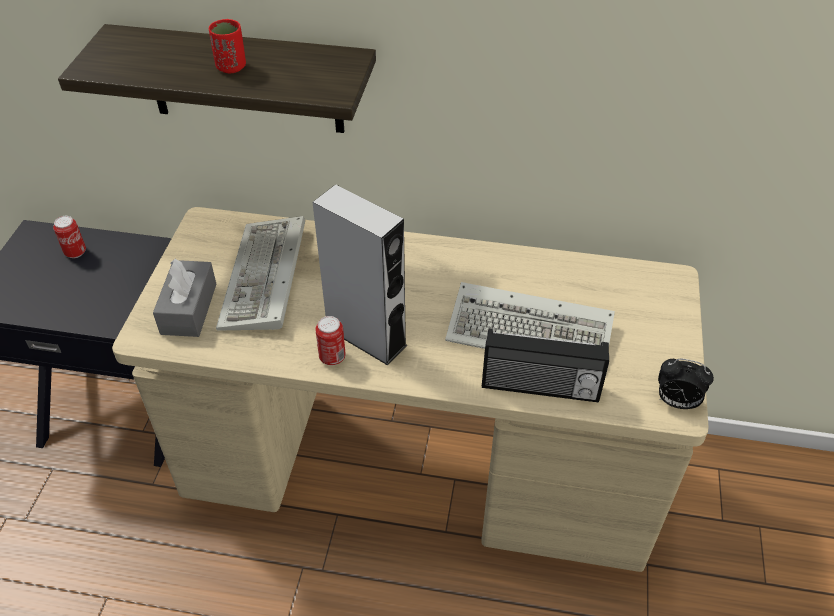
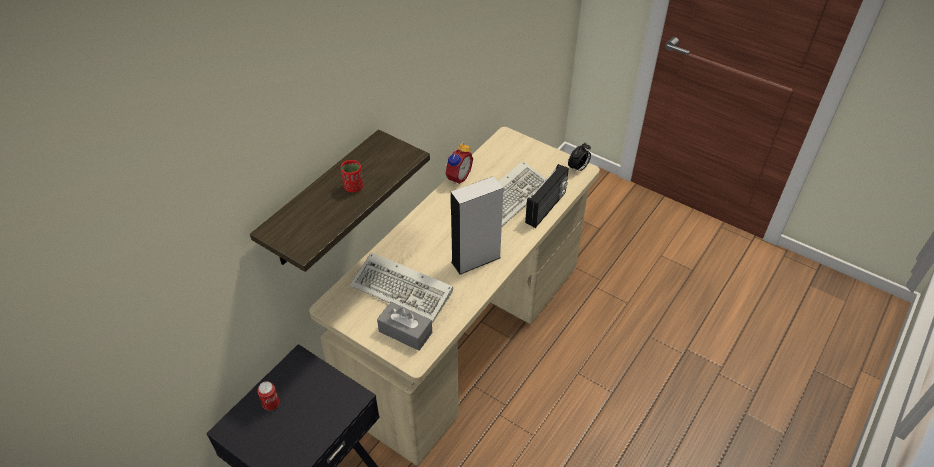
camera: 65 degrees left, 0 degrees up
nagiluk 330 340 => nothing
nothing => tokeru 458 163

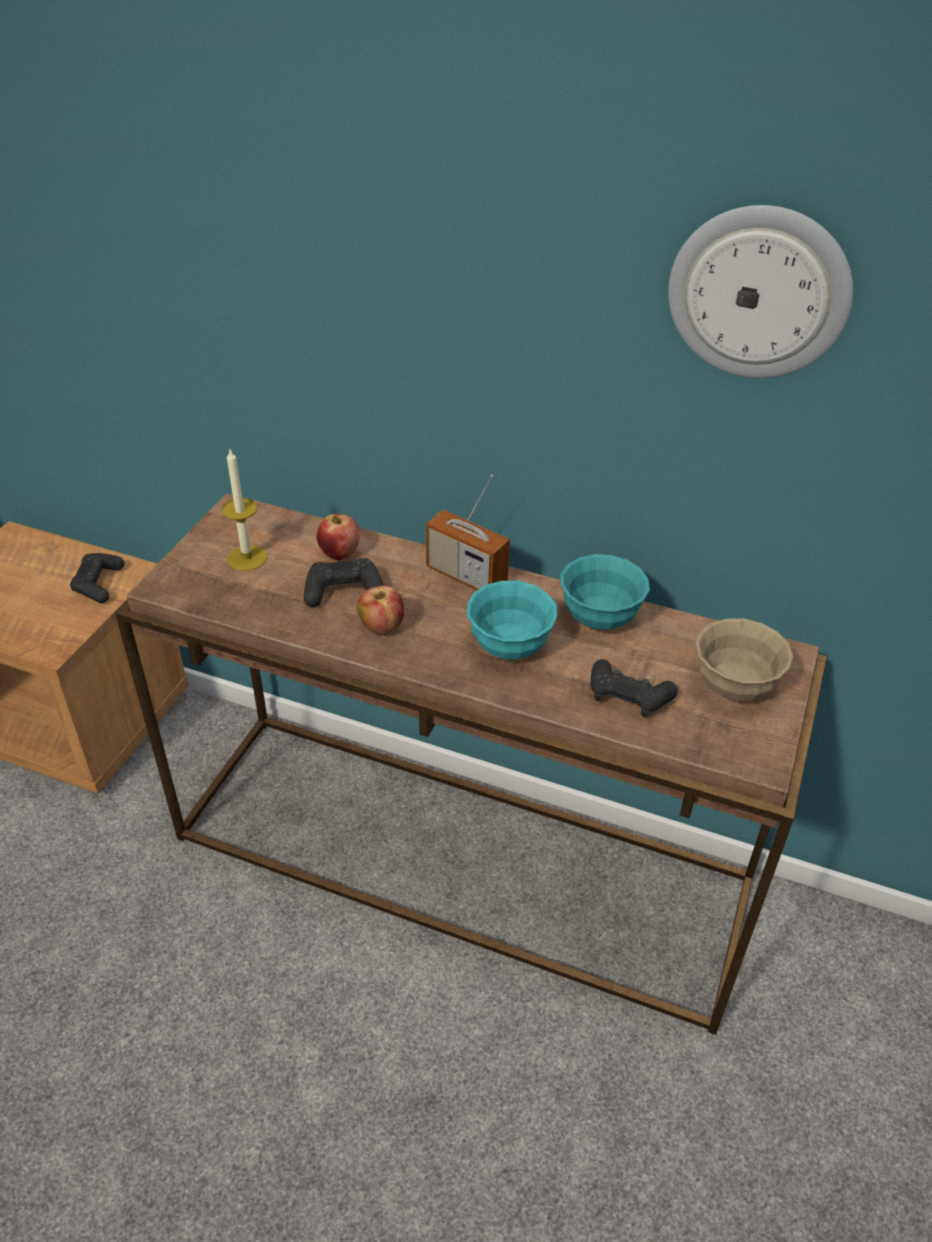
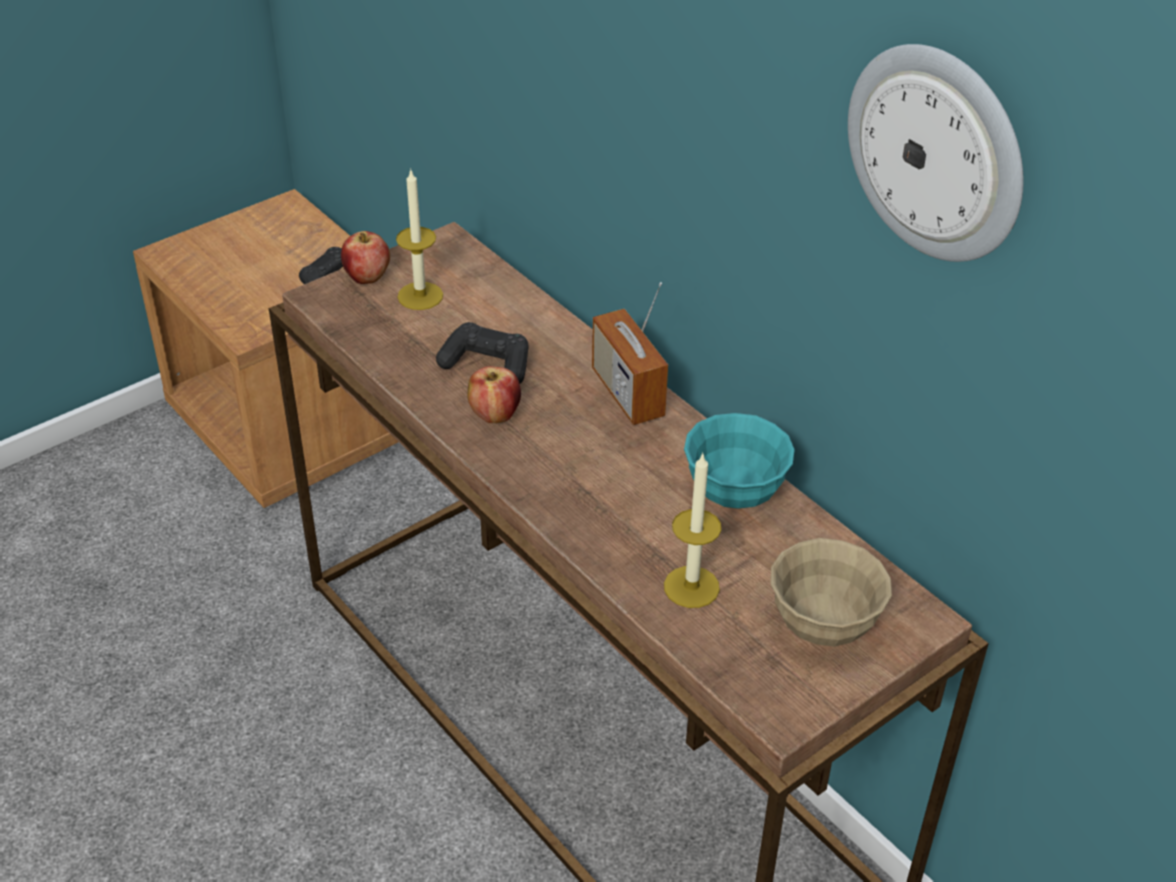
camera: 30 degrees right, 0 degrees up
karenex 338 537 => karenex 365 257, move
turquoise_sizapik 512 620 => nothing
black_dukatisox 634 688 => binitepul 692 530

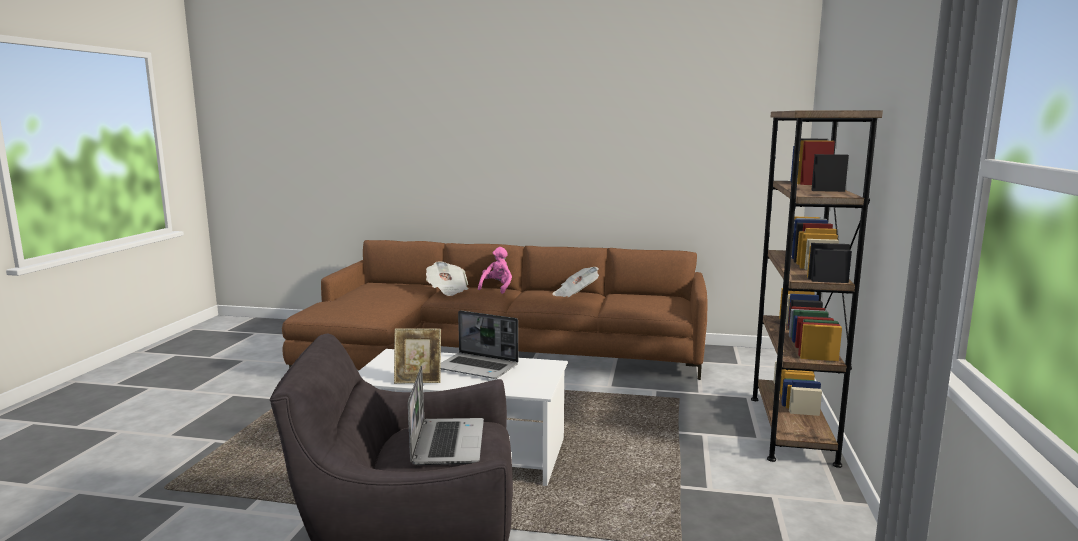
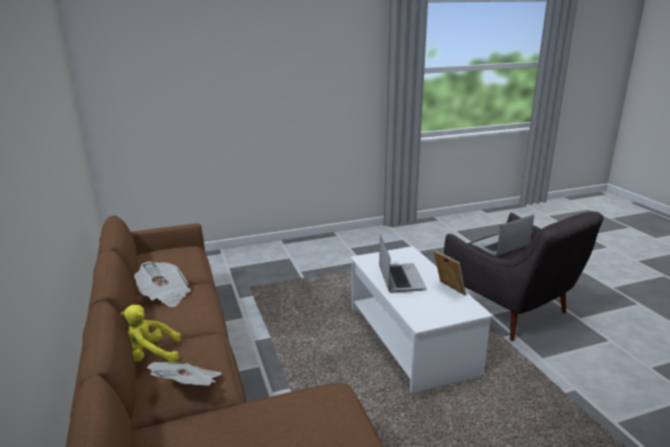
camera: 120 degrees left, 10 degrees up
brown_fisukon 817 289 => nothing
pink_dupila 495 270 => yellow_dupila 151 333

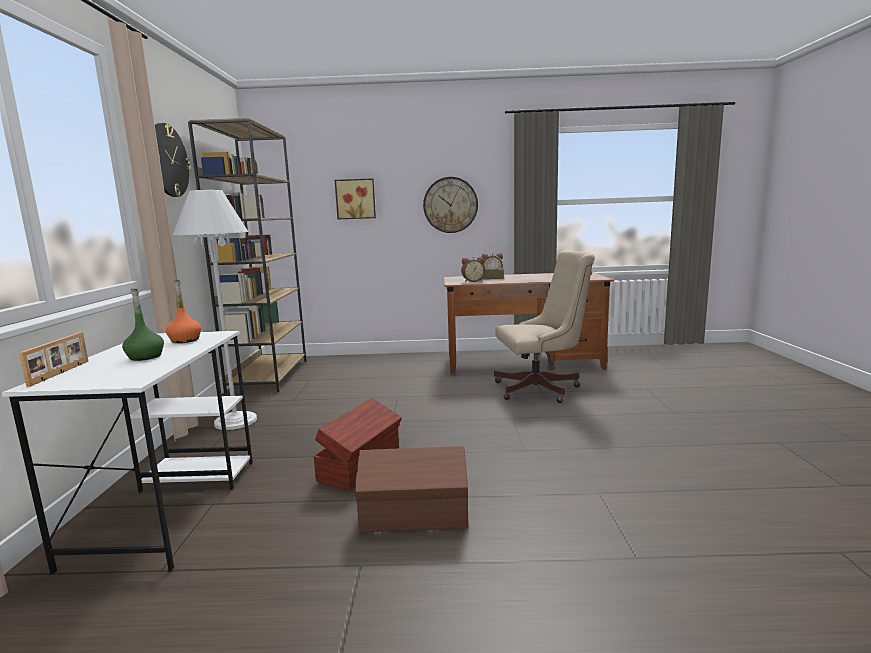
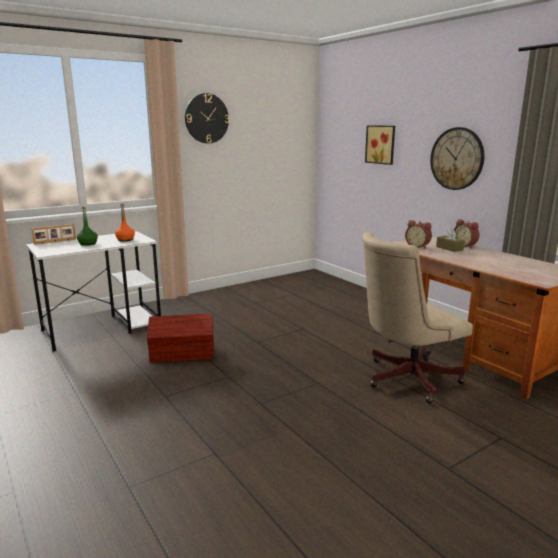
camera: 55 degrees right, 5 degrees up
brown_fisukon 247 256 => nothing
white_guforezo 215 310 => nothing
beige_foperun 544 327 => beige_foperun 417 317, 105 degrees clockwise
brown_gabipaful 411 489 => nothing

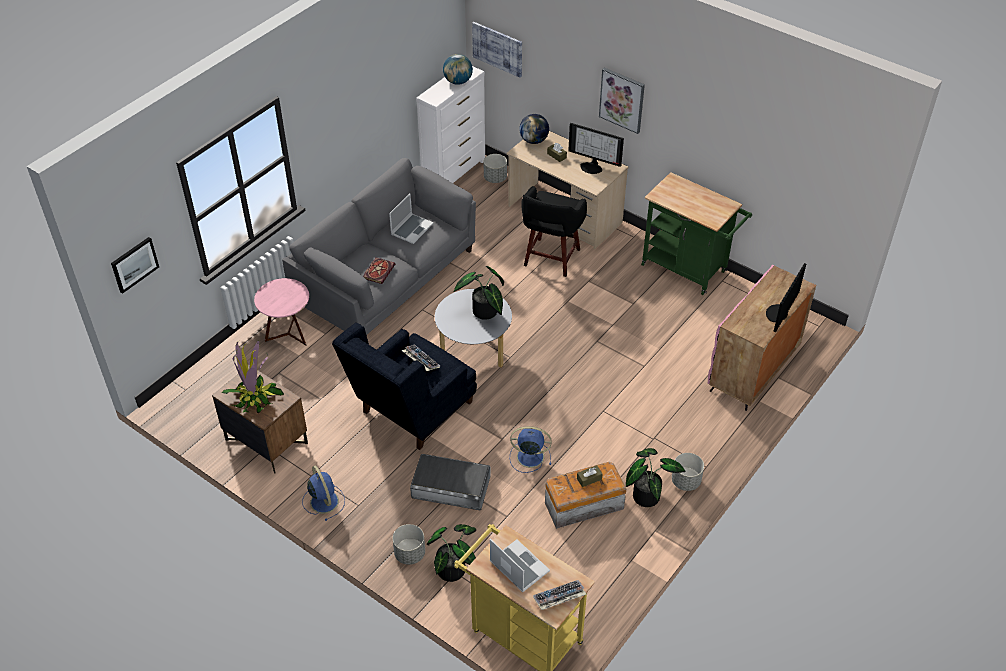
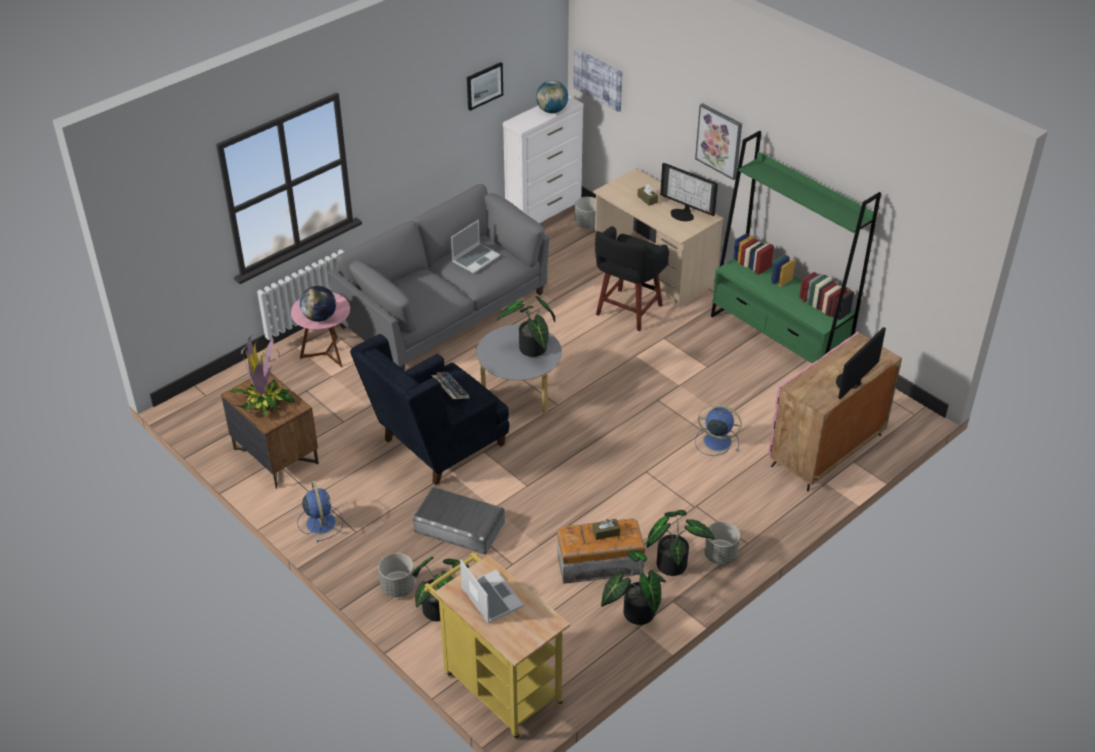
camera: 10 degrees right, 5 degrees down
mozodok 534 129 => mozodok 318 304, move
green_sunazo 696 233 => green_fisukon 796 247
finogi 135 265 => finogi 485 86, move
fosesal 379 270 => nothing
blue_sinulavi 531 449 => blue_sinulavi 718 430, move
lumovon 560 595 => nothing
nothing => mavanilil 633 587

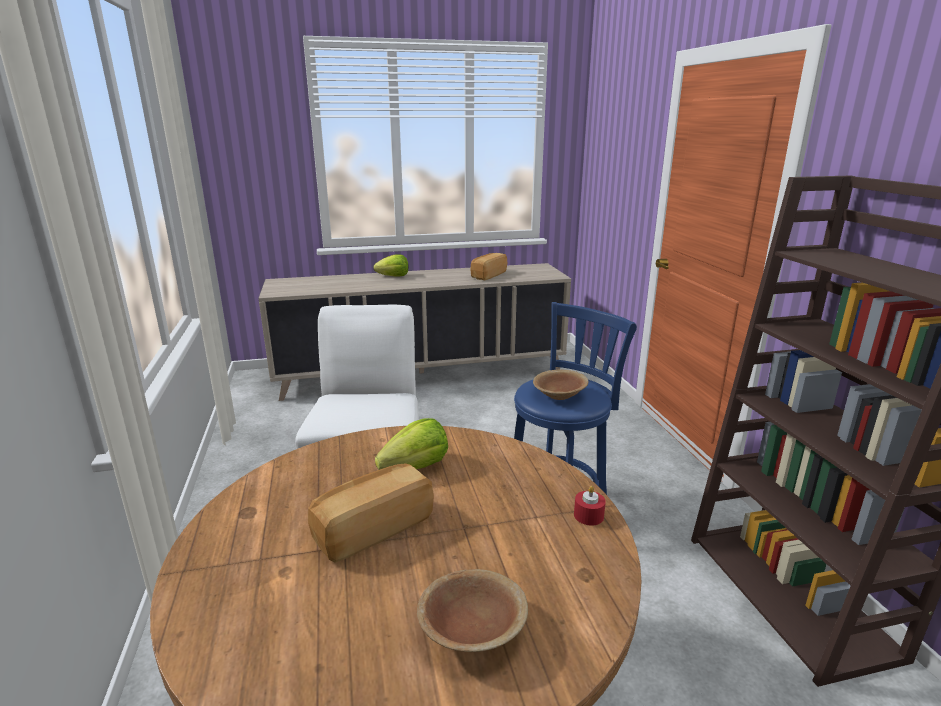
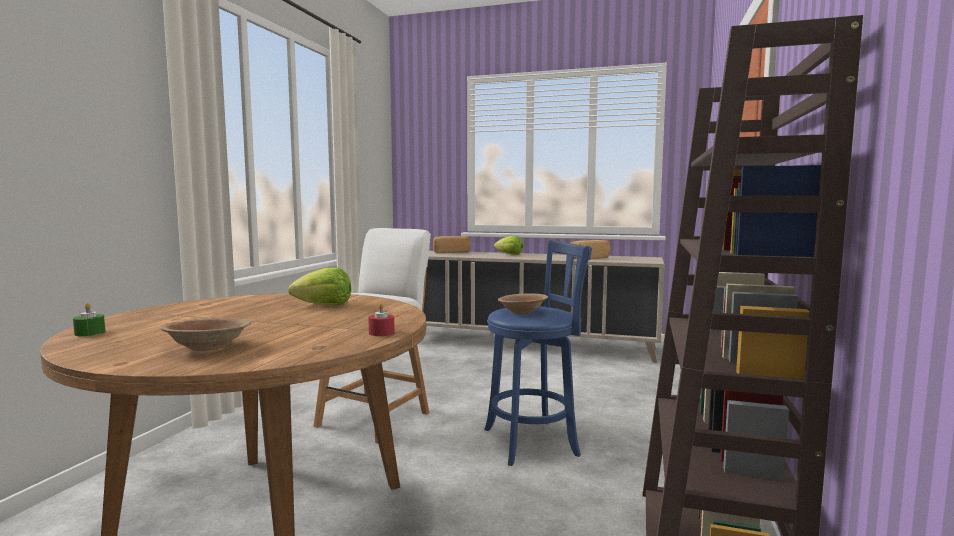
camera: 30 degrees right, 15 degrees down
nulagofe 371 513 => nulagofe 452 244, move
nothing => green_binitepul 89 319

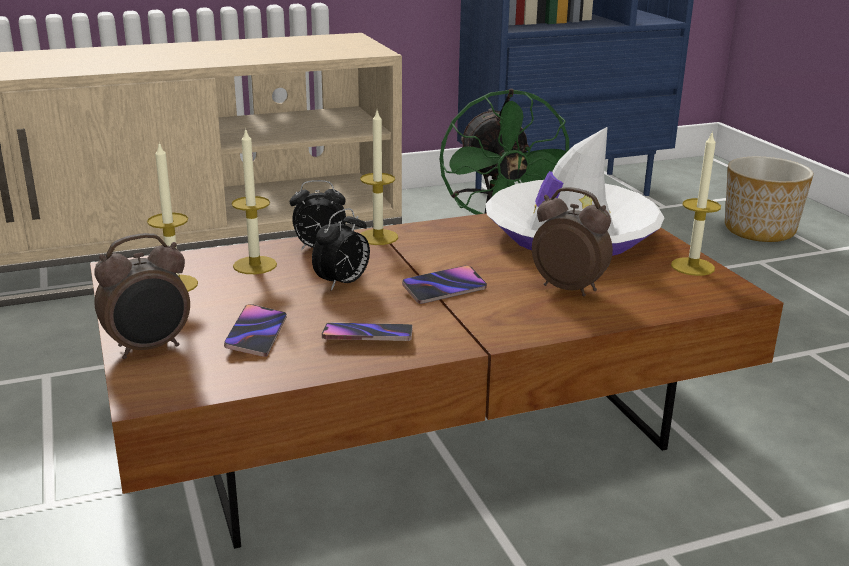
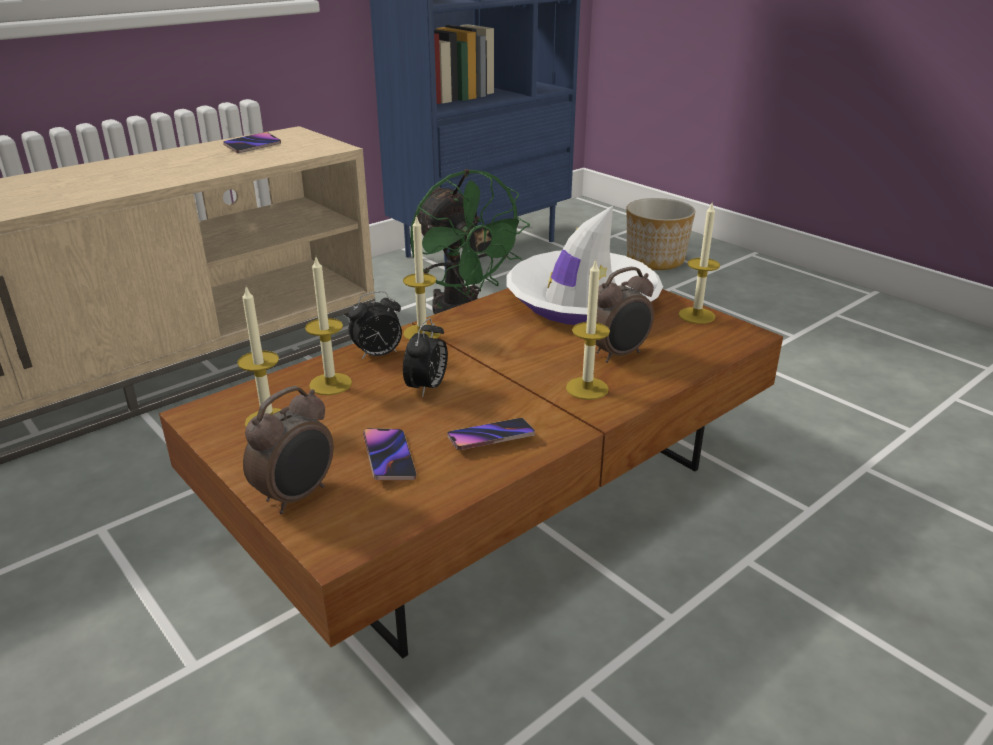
camera: 20 degrees left, 5 degrees up
tokeru 572 241 => tokeru 625 315, 135 degrees clockwise
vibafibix 444 284 => vibafibix 252 142, move
nothing => binitepul 588 329

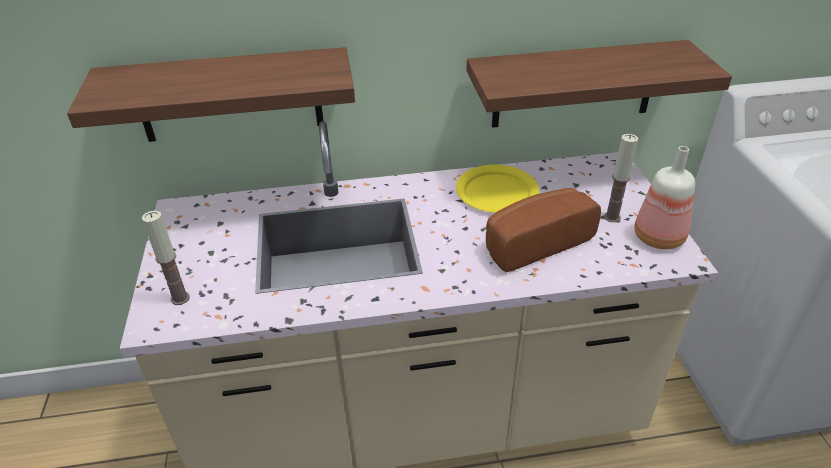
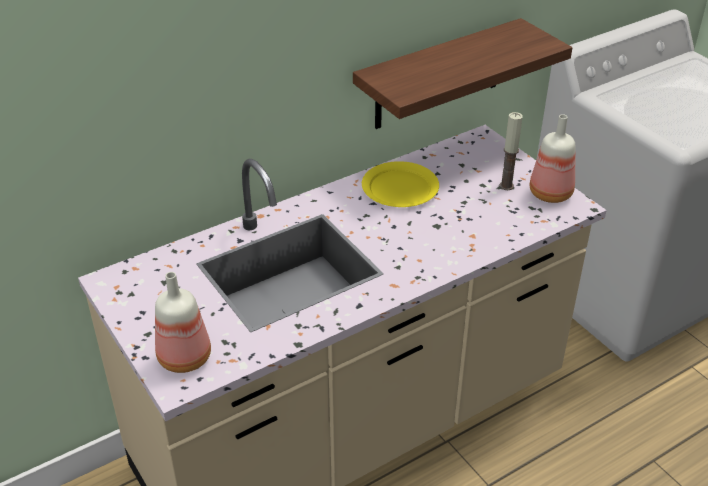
camera: 25 degrees left, 0 degrees up
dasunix 211 94 => nothing
nulagofe 543 230 => nothing
binitepul 166 258 => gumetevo 183 322

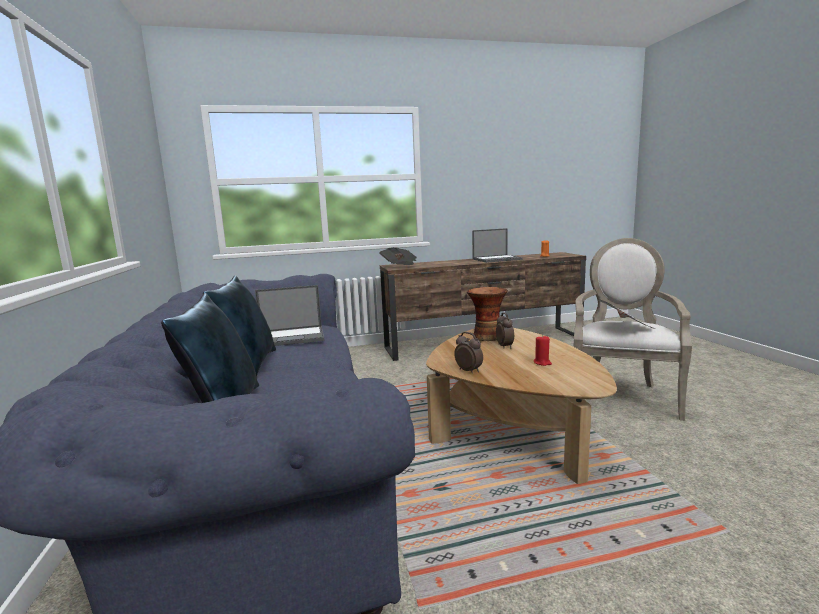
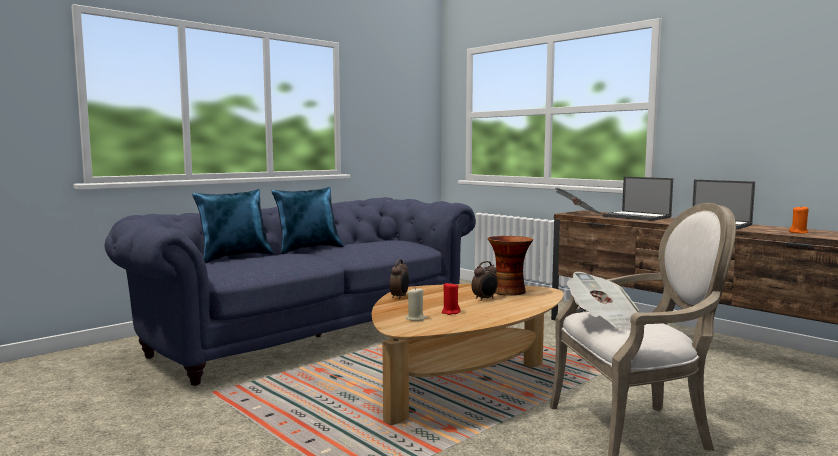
camera: 60 degrees right, 5 degrees down
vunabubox 289 315 => vunabubox 637 199, move
nothing => beige_binitepul 416 304

